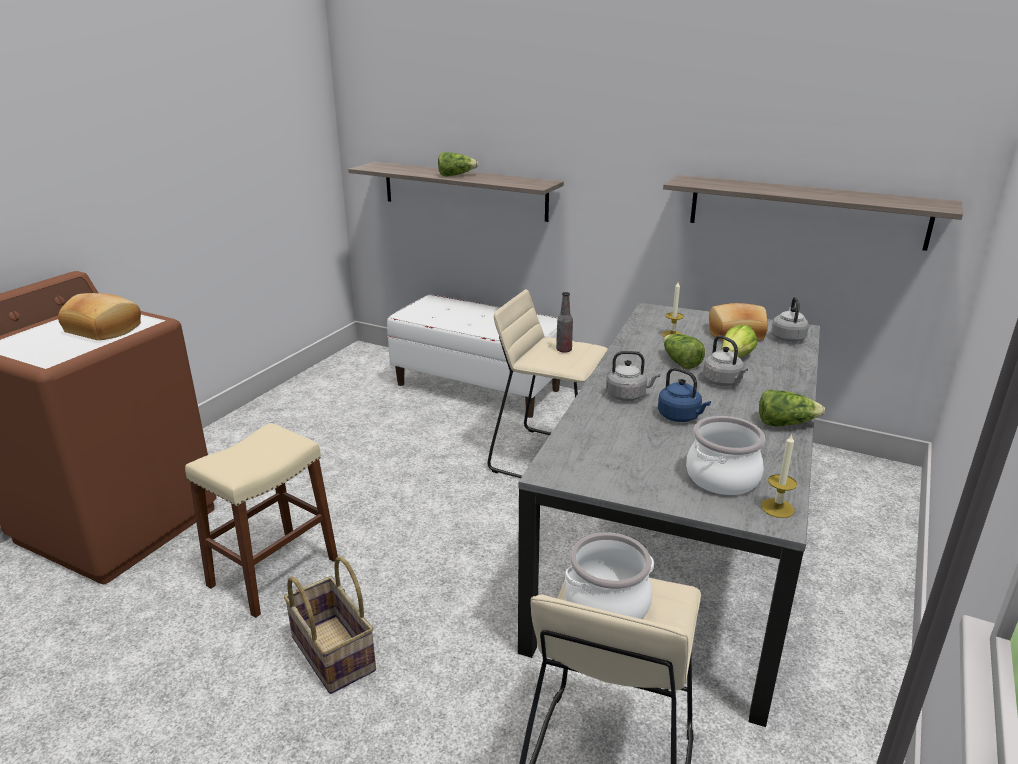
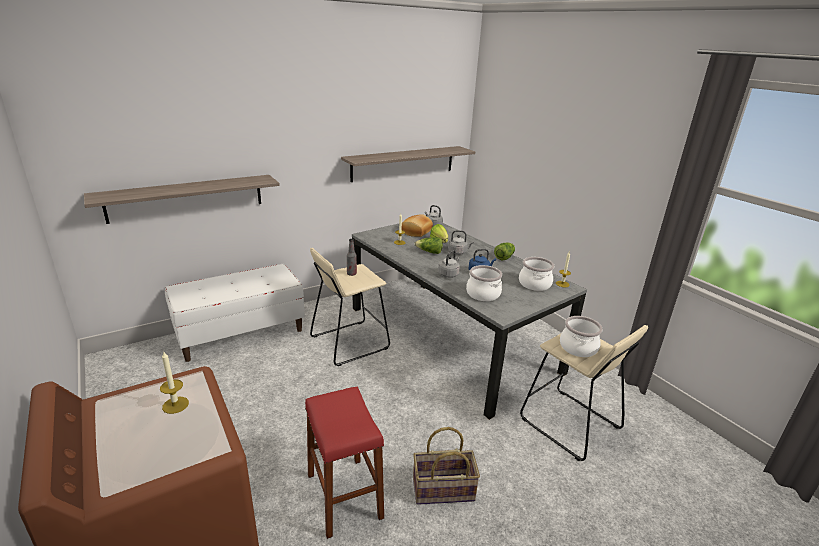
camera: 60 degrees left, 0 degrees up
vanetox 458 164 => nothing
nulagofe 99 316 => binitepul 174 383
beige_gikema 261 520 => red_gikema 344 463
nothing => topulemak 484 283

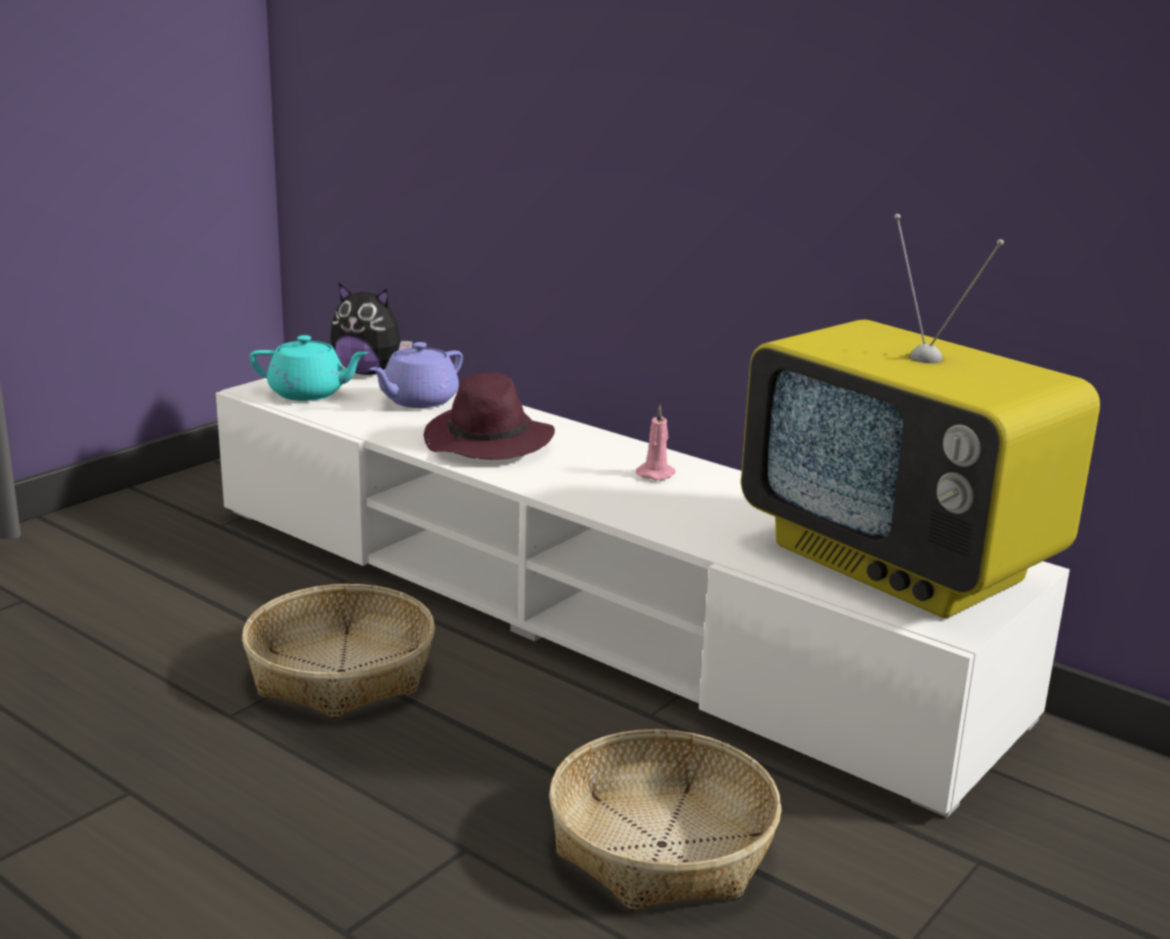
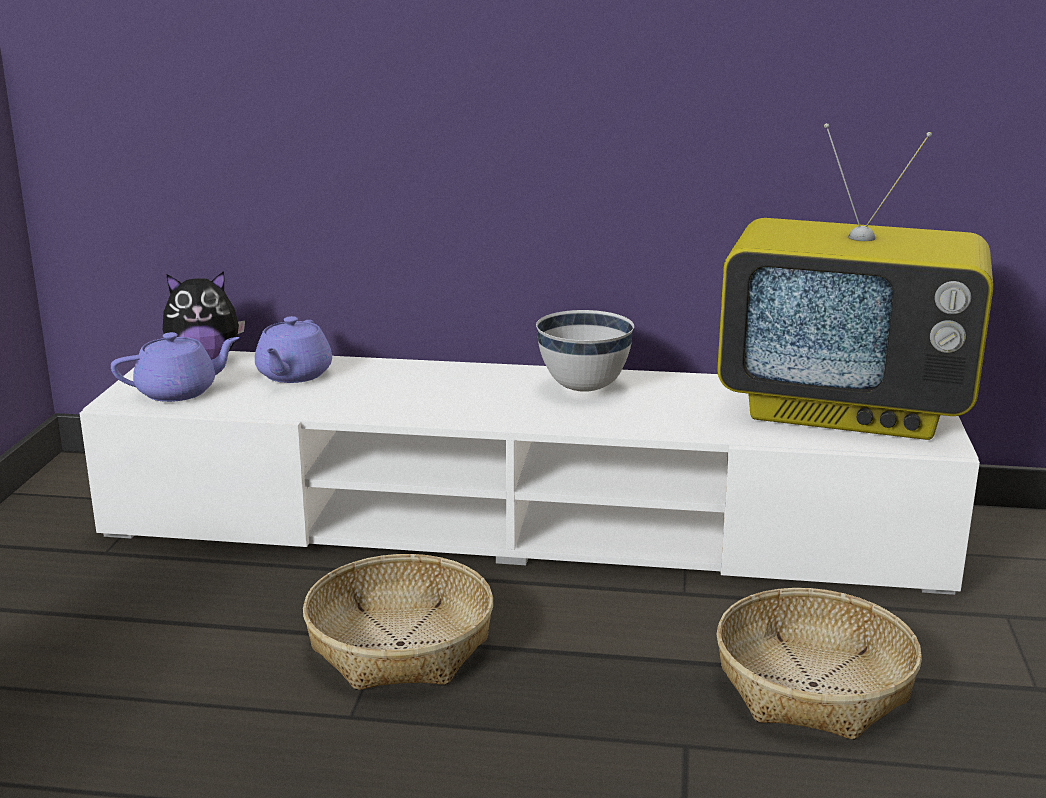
camera: 30 degrees left, 0 degrees up
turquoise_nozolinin 309 368 => purple_nozolinin 175 367
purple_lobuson 489 416 => nothing
pink_binitepul 656 443 => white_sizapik 585 351

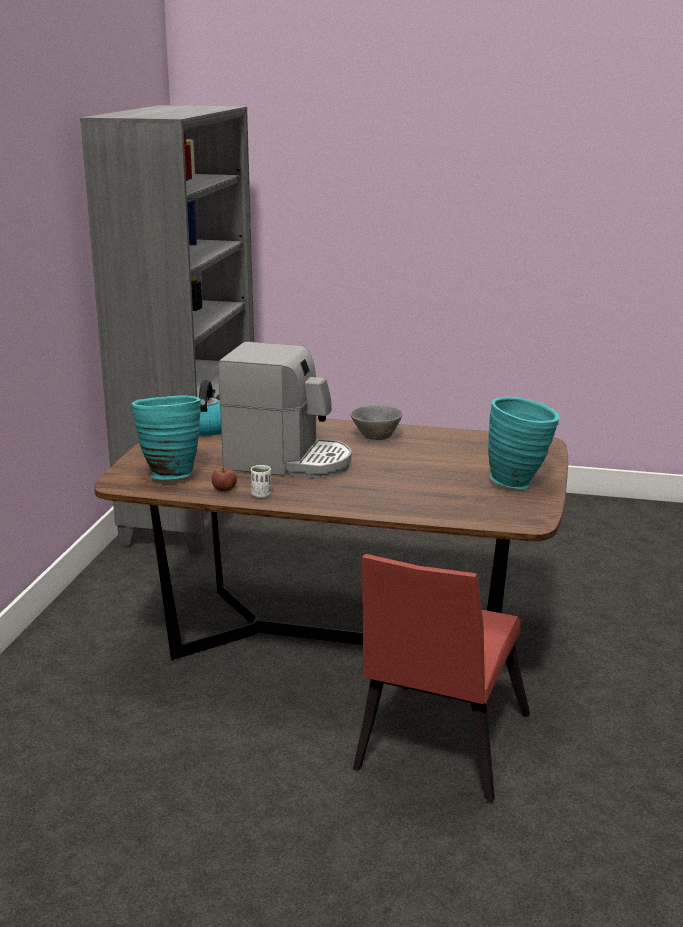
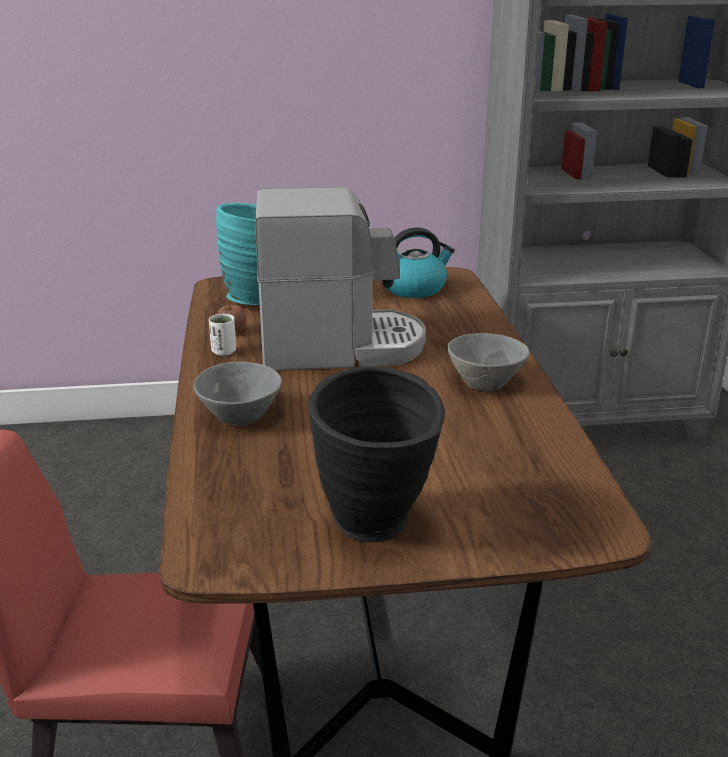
camera: 70 degrees right, 5 degrees up
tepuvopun 284 410 => tepuvopun 340 278, 90 degrees counterclockwise
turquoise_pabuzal 524 443 => black_pabuzal 377 454
nothing => grey_sizapik 237 394

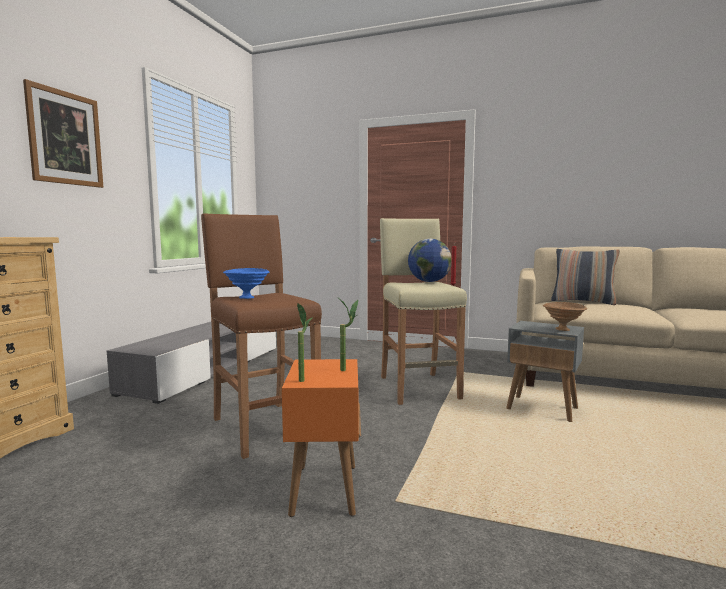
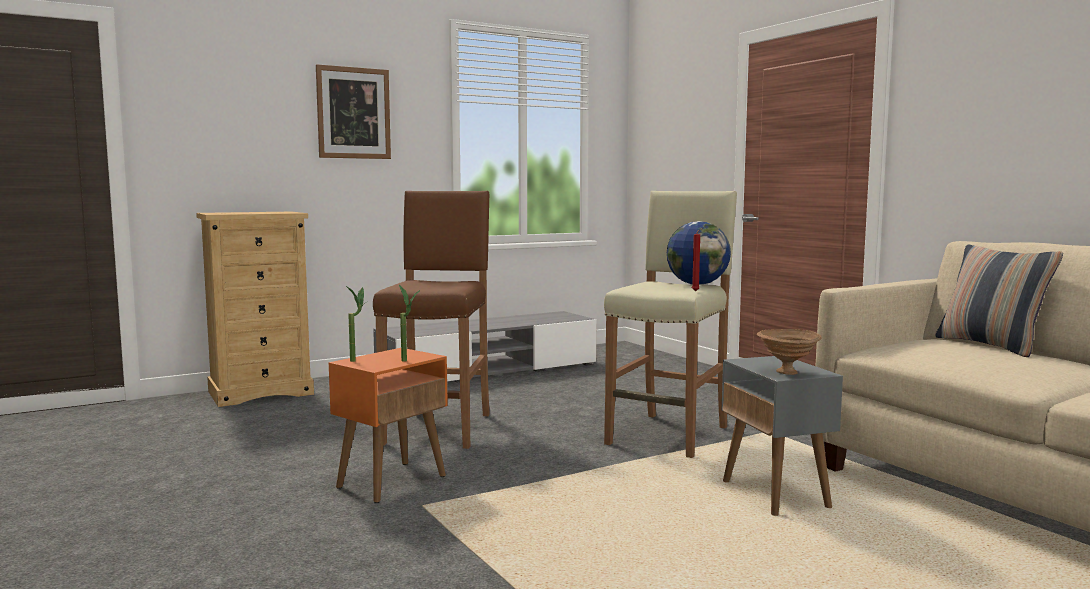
camera: 40 degrees right, 0 degrees up
blue_sizapik 246 283 => nothing

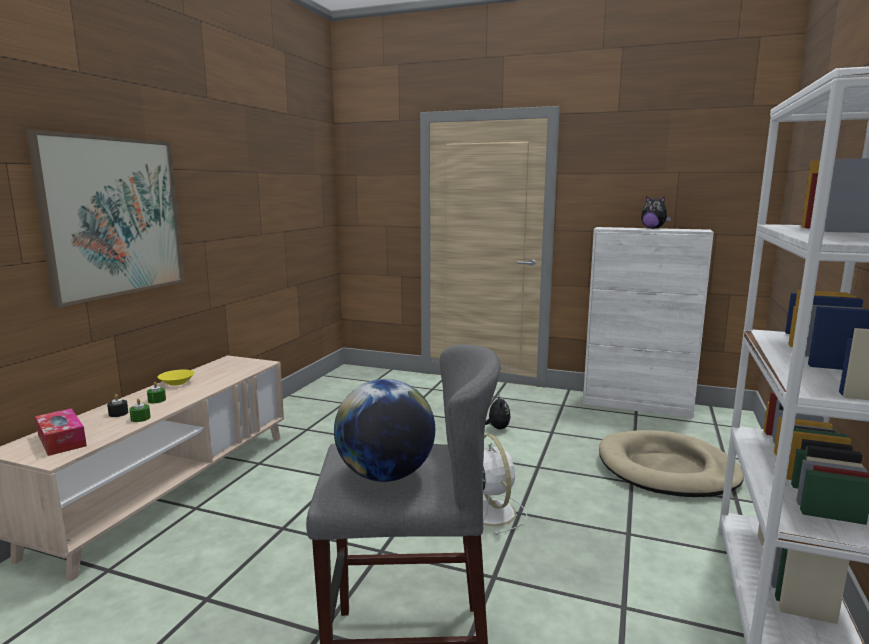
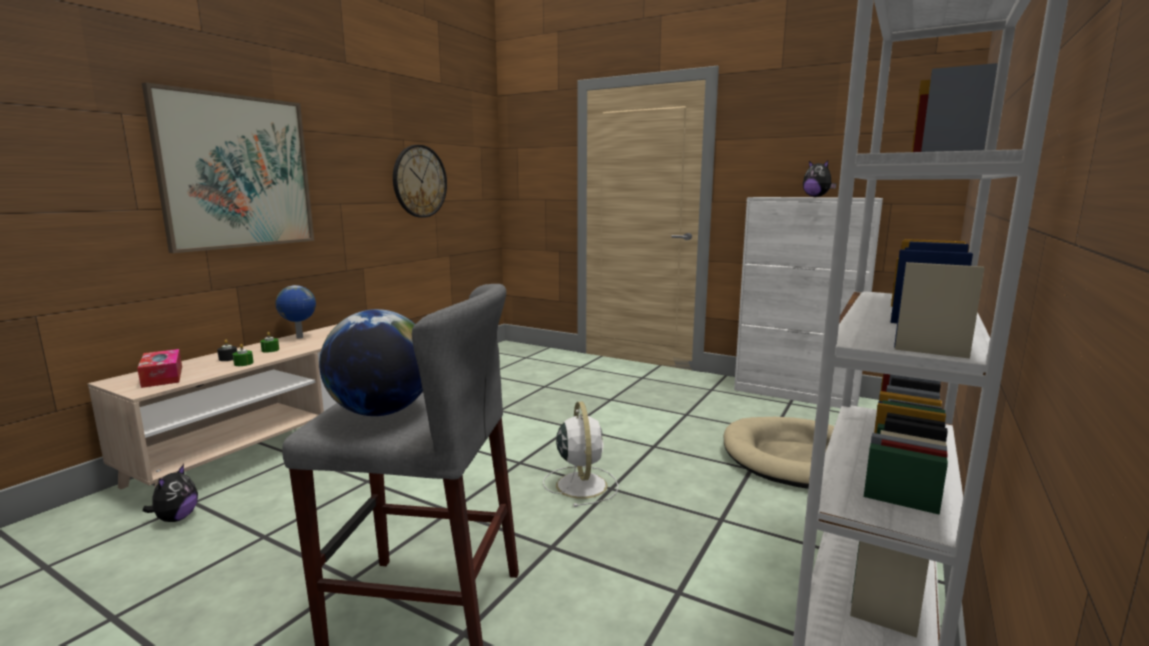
camera: 10 degrees right, 0 degrees up
yellow_sizapik 176 378 => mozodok 296 311
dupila 498 412 => dupila 170 493, move
nothing => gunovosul 420 181

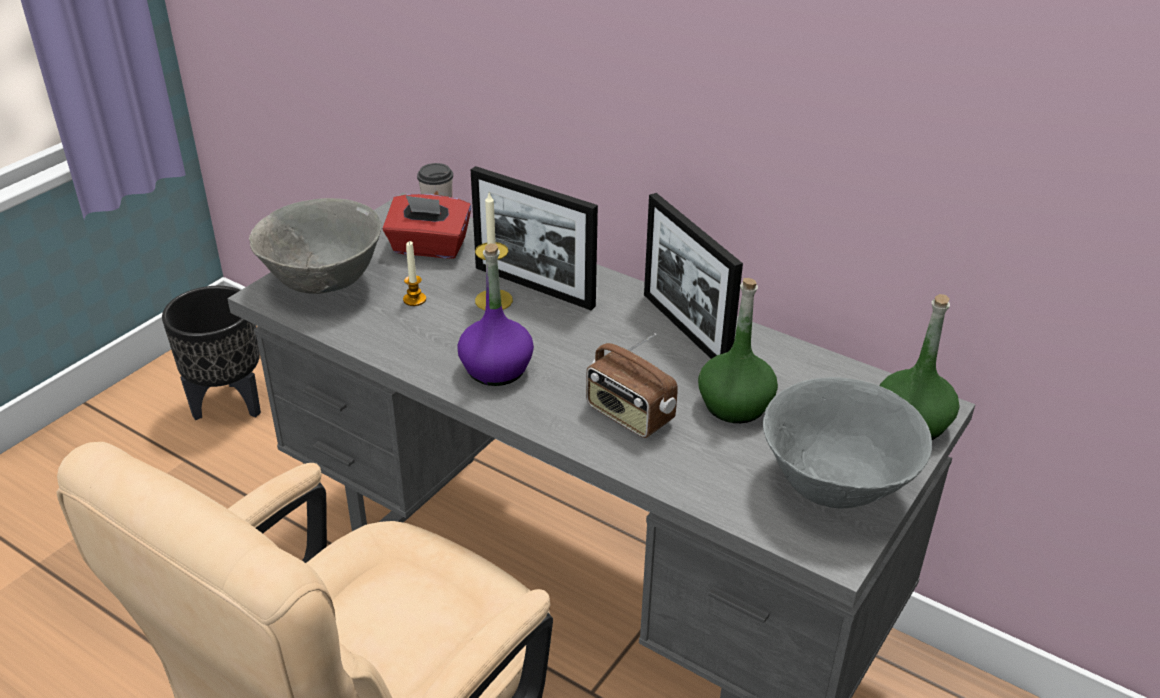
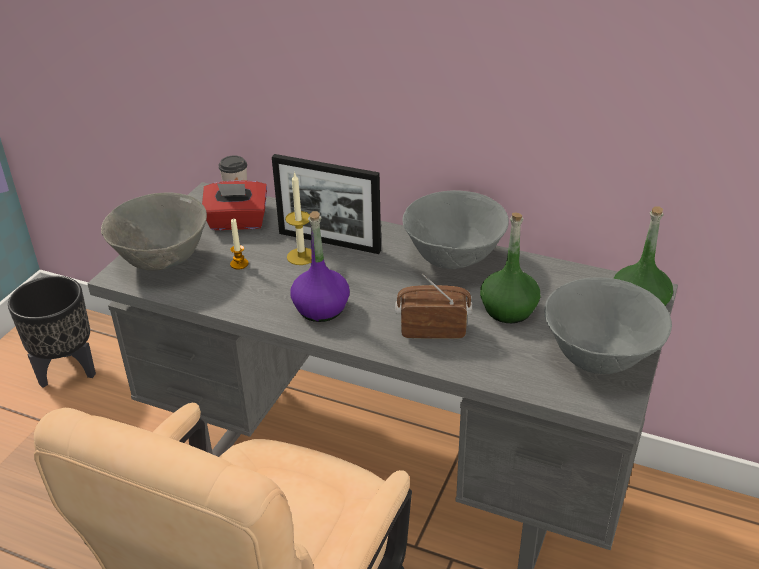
camera: 10 degrees left, 0 degrees up
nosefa 693 276 => grey_sizapik 455 229
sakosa 632 385 => sakosa 434 306, 150 degrees clockwise

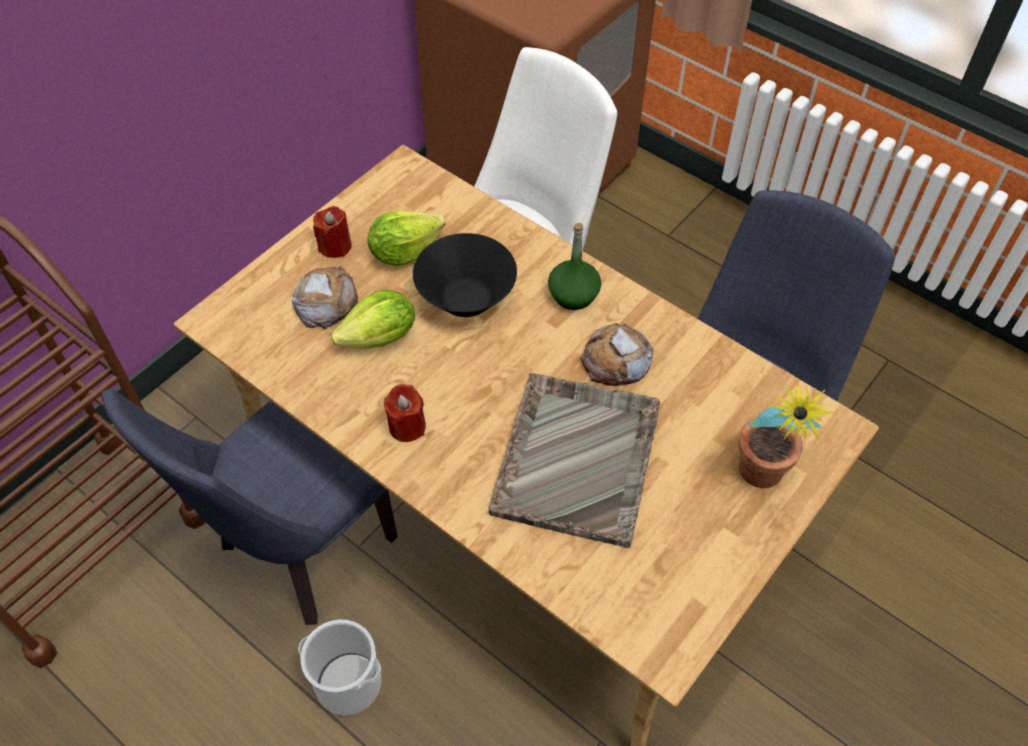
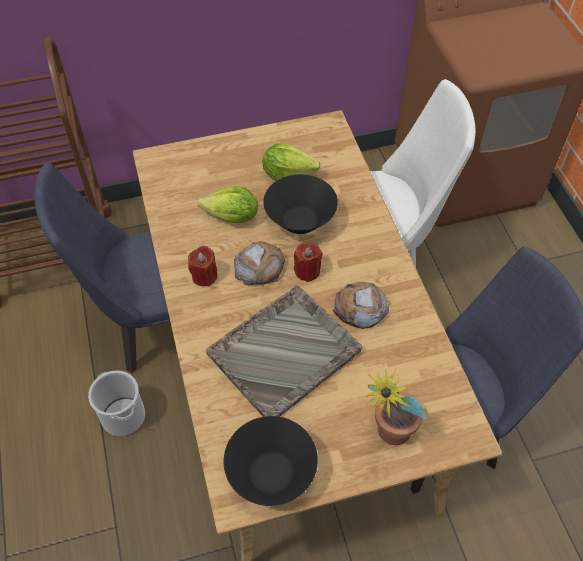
camera: 35 degrees right, 0 degrees up
red_binitepul 332 232 => red_binitepul 308 262, move
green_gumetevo 574 266 => nothing
nulagofe 325 297 => nulagofe 259 263, move
nothing => black_sizapik 271 461

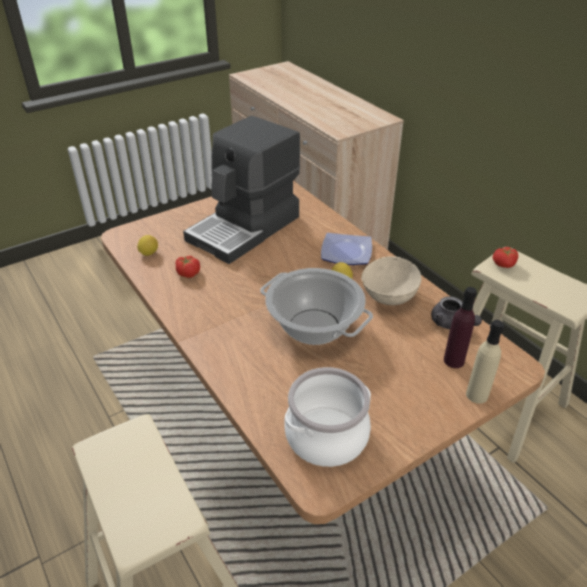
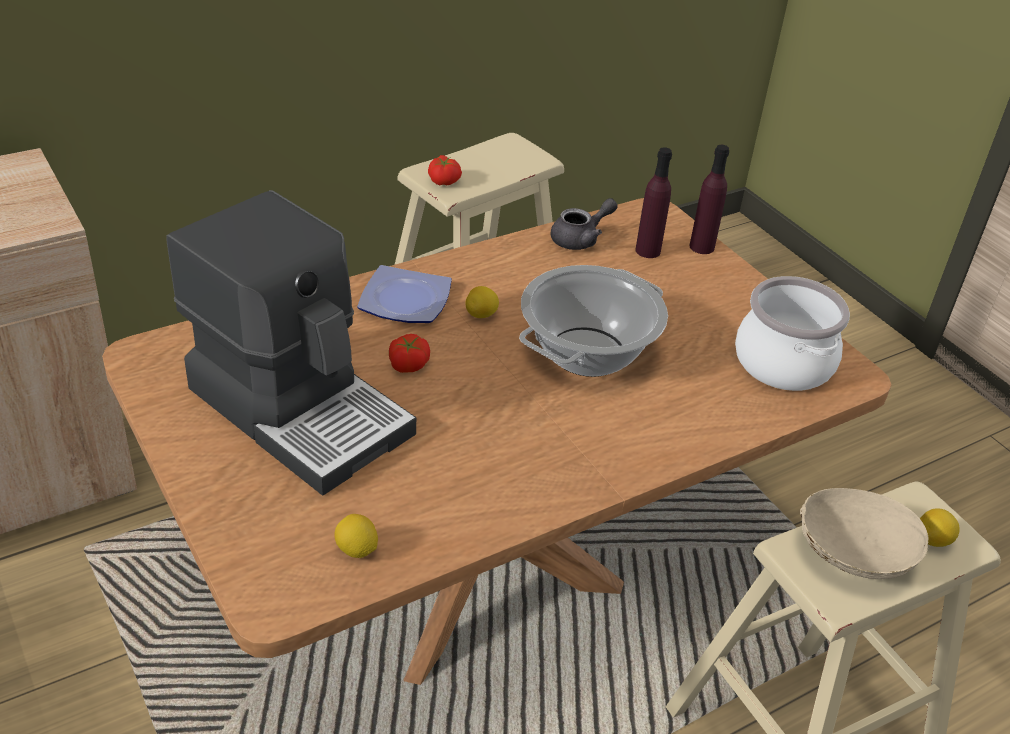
camera: 90 degrees left, 0 degrees up
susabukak 188 267 => susabukak 409 353, move
beige_sizapik 391 280 => beige_sizapik 864 533, move
beige_gumetevo 485 362 => purple_gumetevo 709 199
nothing => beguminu 939 527

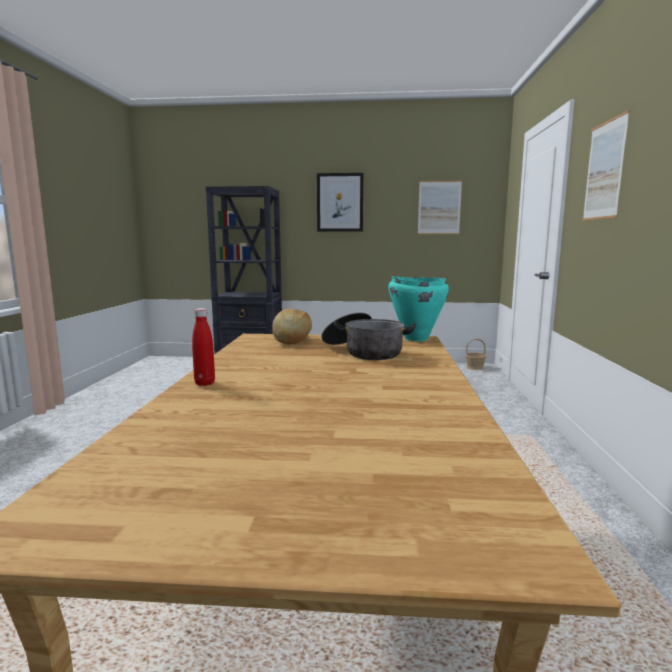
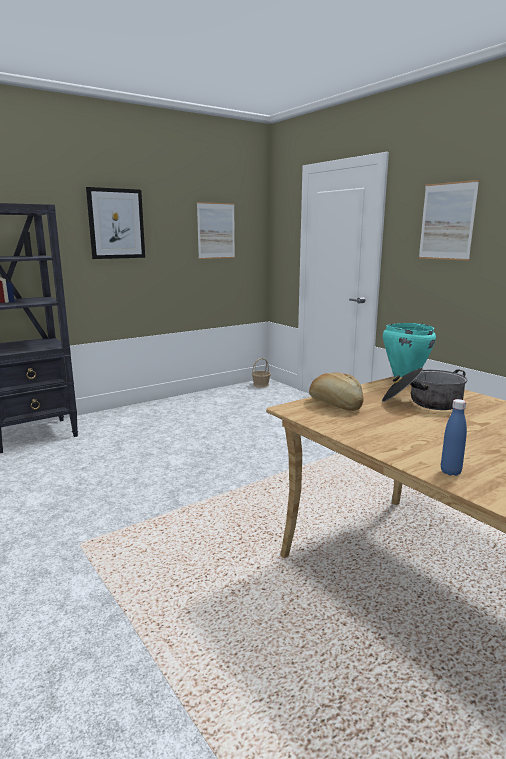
camera: 40 degrees left, 5 degrees up
red_gumetevo 203 347 => blue_gumetevo 454 437

